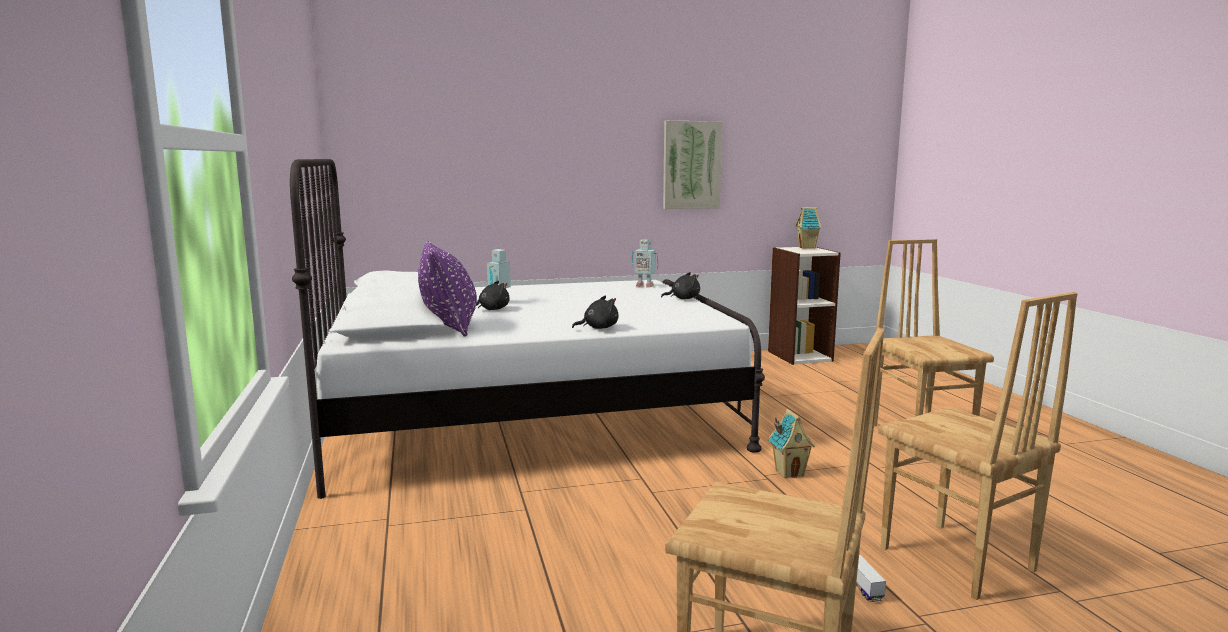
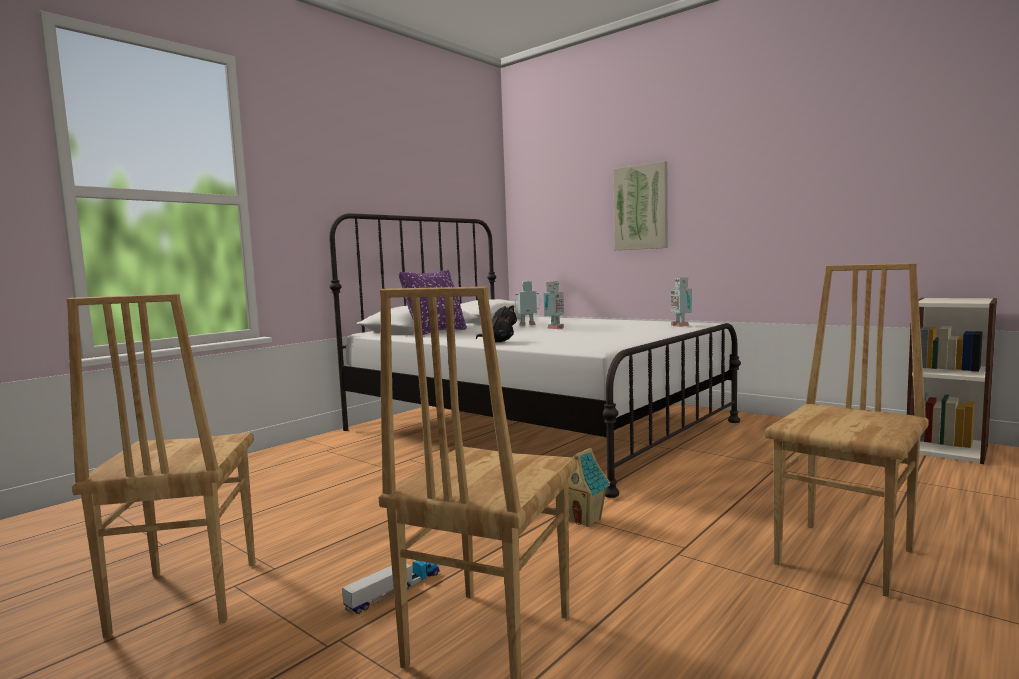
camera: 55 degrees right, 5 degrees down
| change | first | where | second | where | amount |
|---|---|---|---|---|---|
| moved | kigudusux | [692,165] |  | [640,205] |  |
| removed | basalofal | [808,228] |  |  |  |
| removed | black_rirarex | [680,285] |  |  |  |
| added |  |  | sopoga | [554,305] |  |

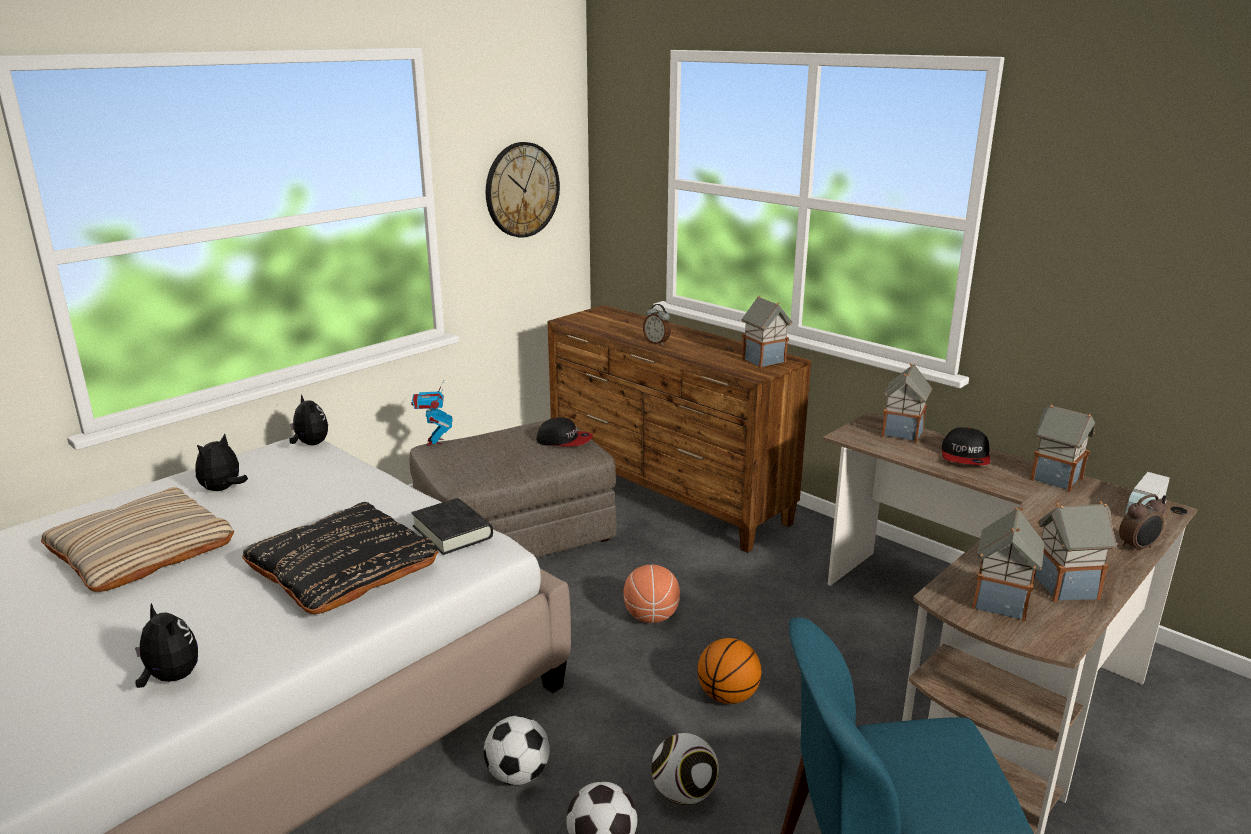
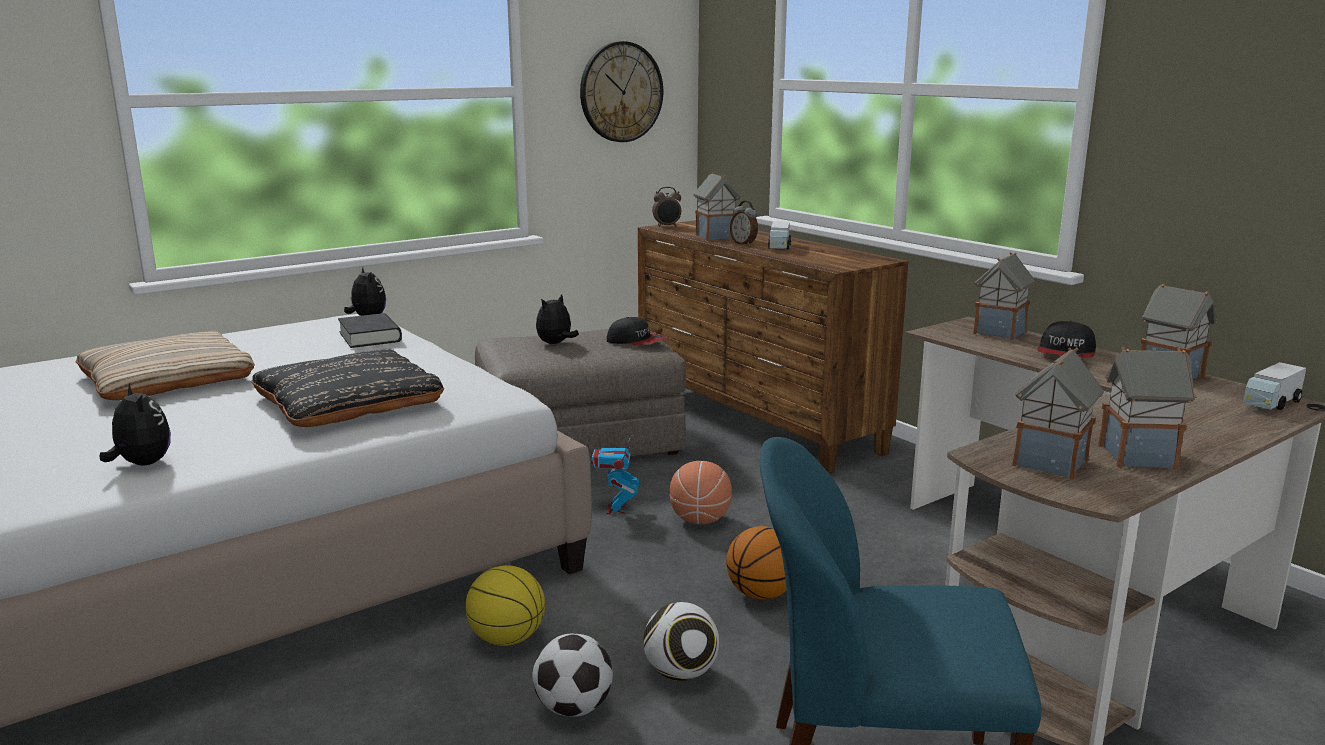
camera: 10 degrees right, 5 degrees down
| change | first | where | second | where | amount |
|---|---|---|---|---|---|
| moved | basalofal | [767,331] |  | [717,206] |  |
| moved | sopoga | [432,413] |  | [615,475] |  |
| moved | rirarex | [221,462] |  | [557,319] |  |
| moved | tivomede | [1142,523] |  | [666,207] |  |
| moved | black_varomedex | [452,526] |  | [370,330] |  |
| replaced | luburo | [517,750] | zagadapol | [505,605] |  |
| added |  |  | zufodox | [779,235] |  |

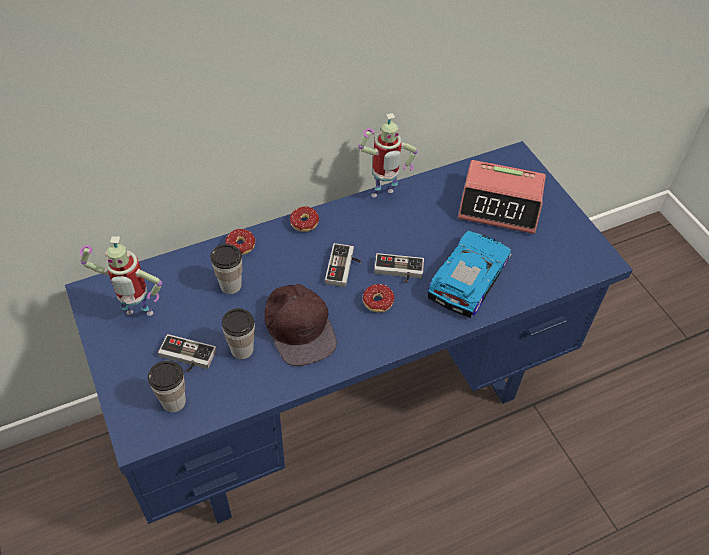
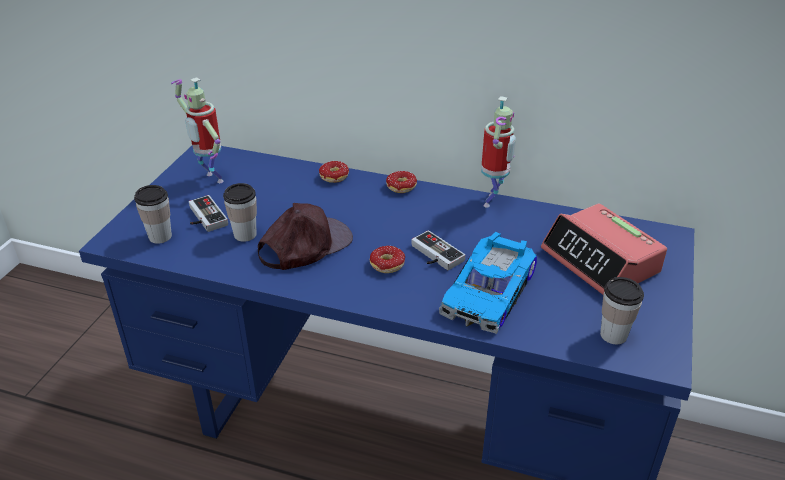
camera: 45 degrees right, 15 degrees down
| change | first | where | second | where | amount |
|---|---|---|---|---|---|
| turned | sopoga | [388,155] |  | [498,151] | 90 degrees counterclockwise |
| turned | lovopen | [469,274] |  | [488,283] | 135 degrees clockwise |
| removed | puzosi | [343,265] |  |  |  |
| moved | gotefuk | [226,269] |  | [622,310] |  |
| turned | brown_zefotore | [301,325] |  | [305,236] | 150 degrees counterclockwise |

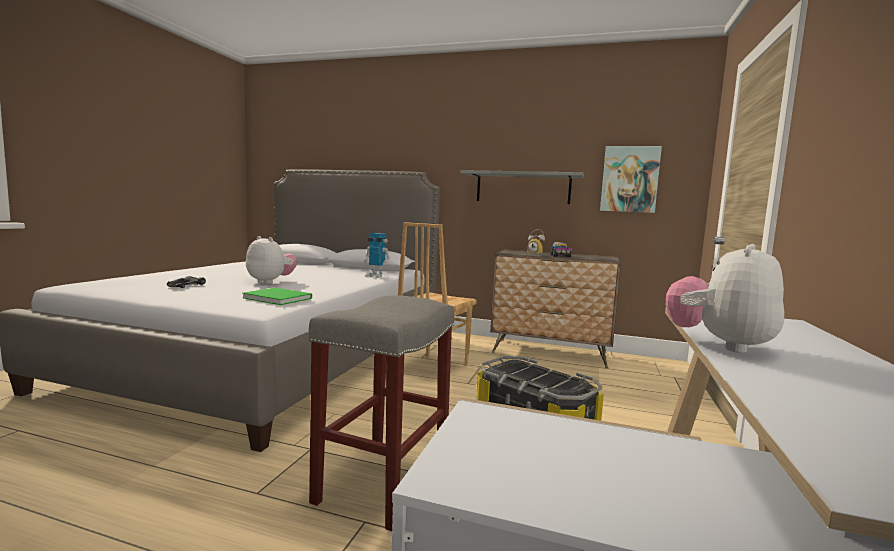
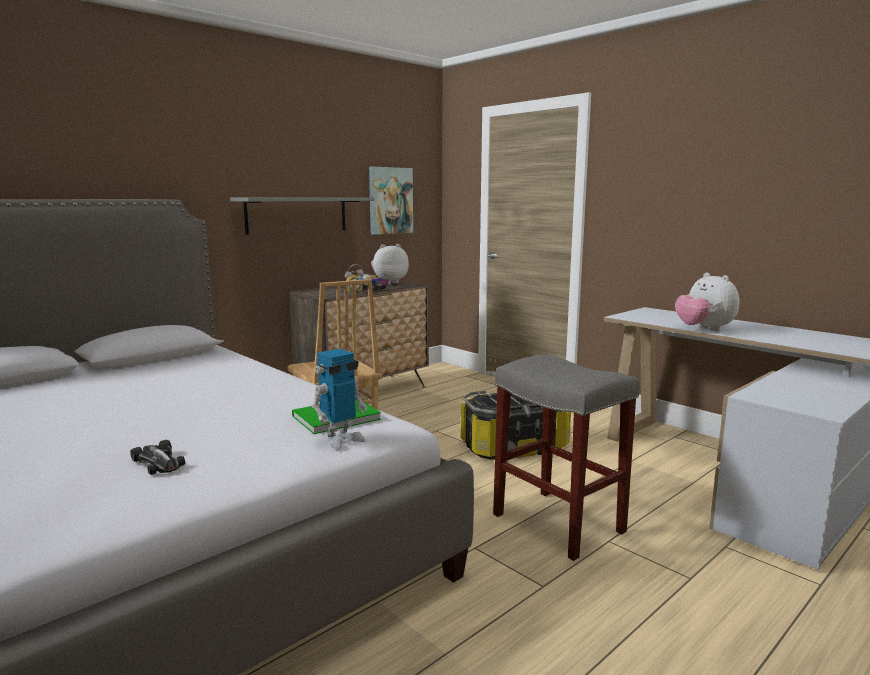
camera: 60 degrees left, 5 degrees up
| change | first | where | second | where | amount |
|---|---|---|---|---|---|
| moved | sopoga | [376,255] |  | [339,399] |  |
| moved | rirarex | [271,260] |  | [390,264] |  |

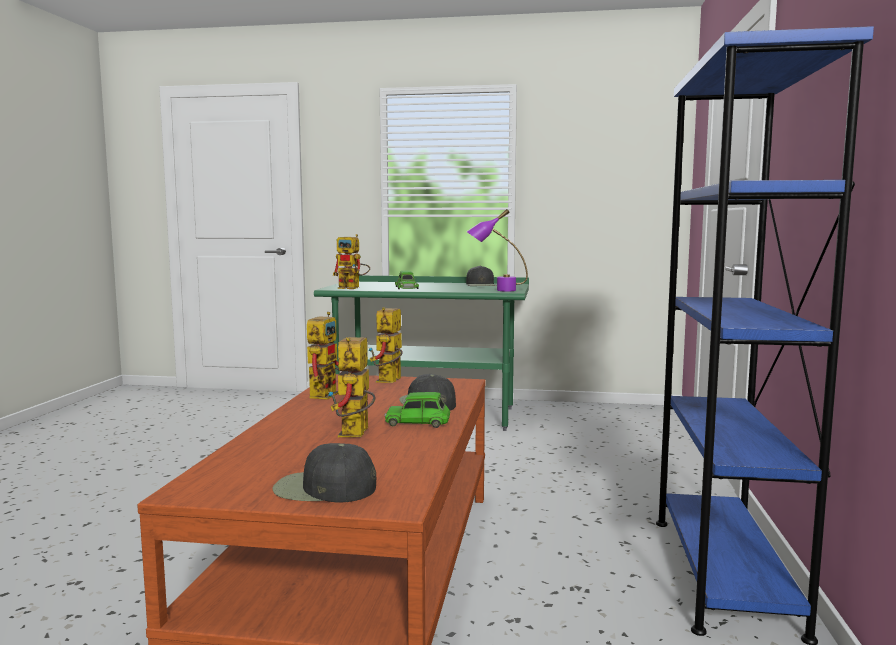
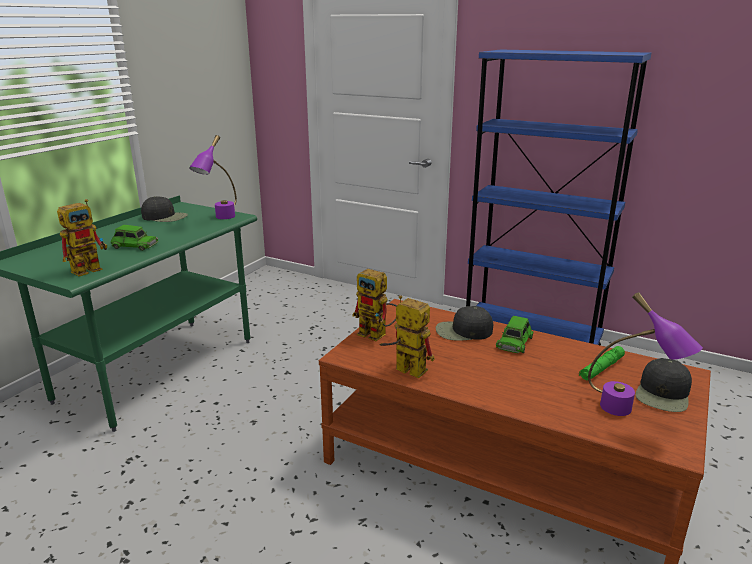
camera: 70 degrees left, 15 degrees up
| change | first | where | second | where | amount |
|---|---|---|---|---|---|
| removed | sopoga | [352,387] |  |  |  |
| added |  |  | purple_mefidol | [645,354] |  |
| added |  |  | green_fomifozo | [602,363] |  |

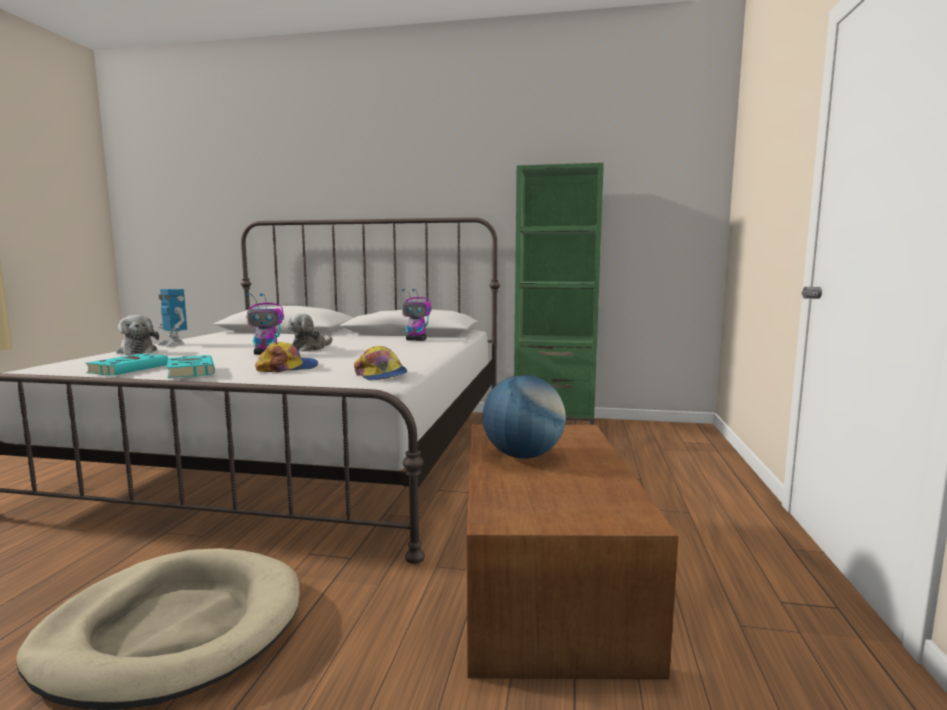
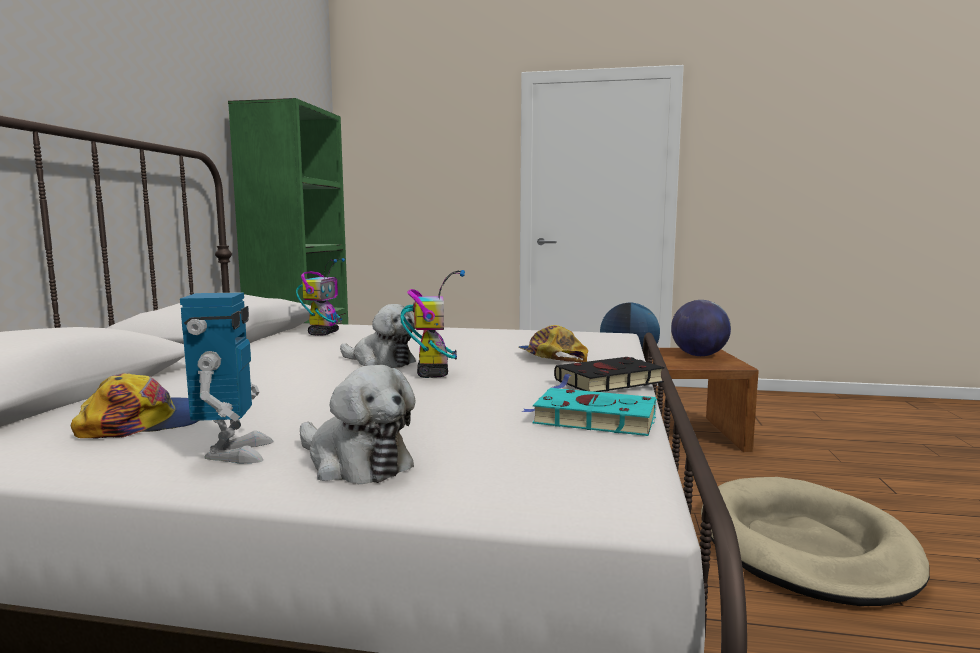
camera: 90 degrees left, 0 degrees up
| change | first | where | second | where | amount |
|---|---|---|---|---|---|
| turned | sopoga | [172,318] |  | [227,378] | 45 degrees counterclockwise |
| turned | rirarex | [137,335] |  | [357,424] | 75 degrees clockwise |
| moved | zefotore | [381,363] |  | [134,405] |  |
| recoloured | turquoise_varomedex | [190,366] | black_varomedex | [608,374] |  |
| added |  |  | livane | [701,328] |  |

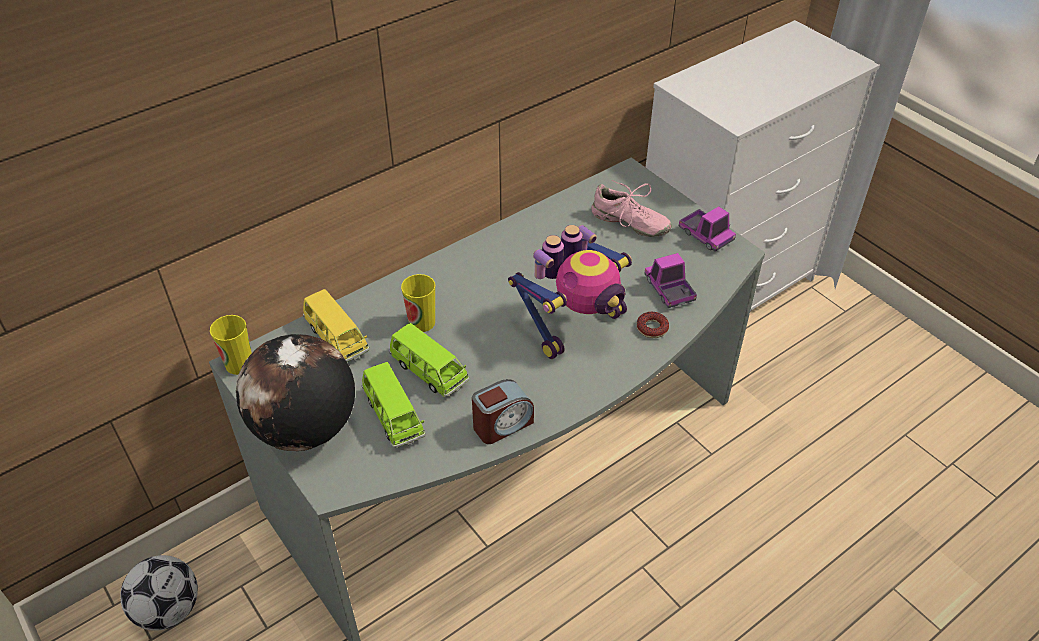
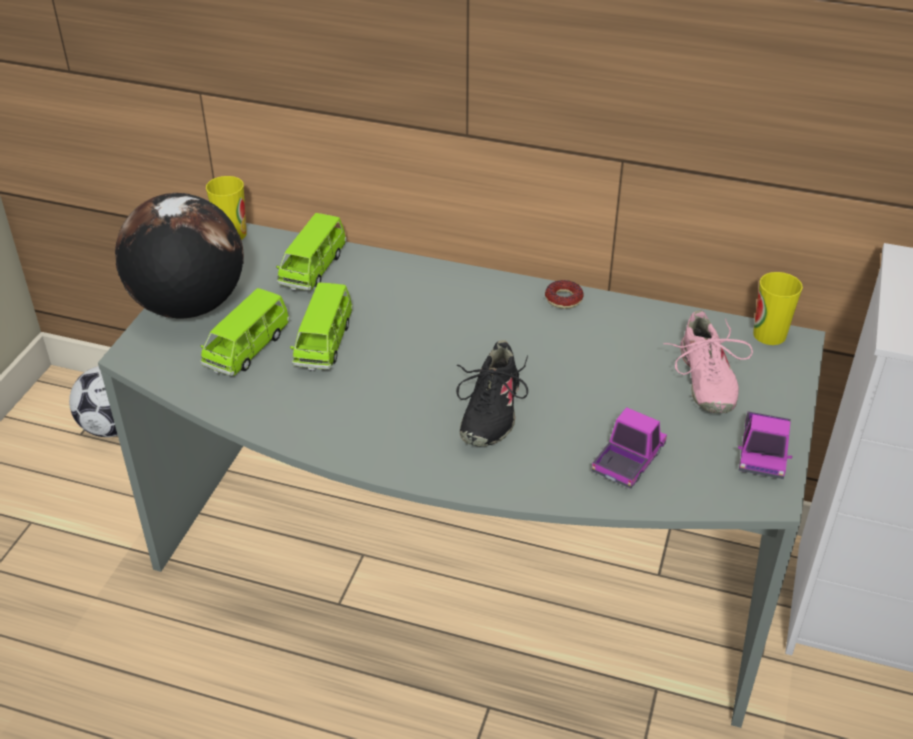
camera: 55 degrees right, 5 degrees down
| change | first | where | second | where | amount |
|---|---|---|---|---|---|
| replaced | sopoga | [570,292] | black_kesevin | [492,393] |  |
| moved | gotefuk | [418,303] |  | [778,308] |  |
| recoloured | yellow_lovopen | [336,325] | green_lovopen | [311,252] |  |
| moved | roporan | [653,324] |  | [564,294] |  |
| removed | tivomede | [503,411] |  |  |  |

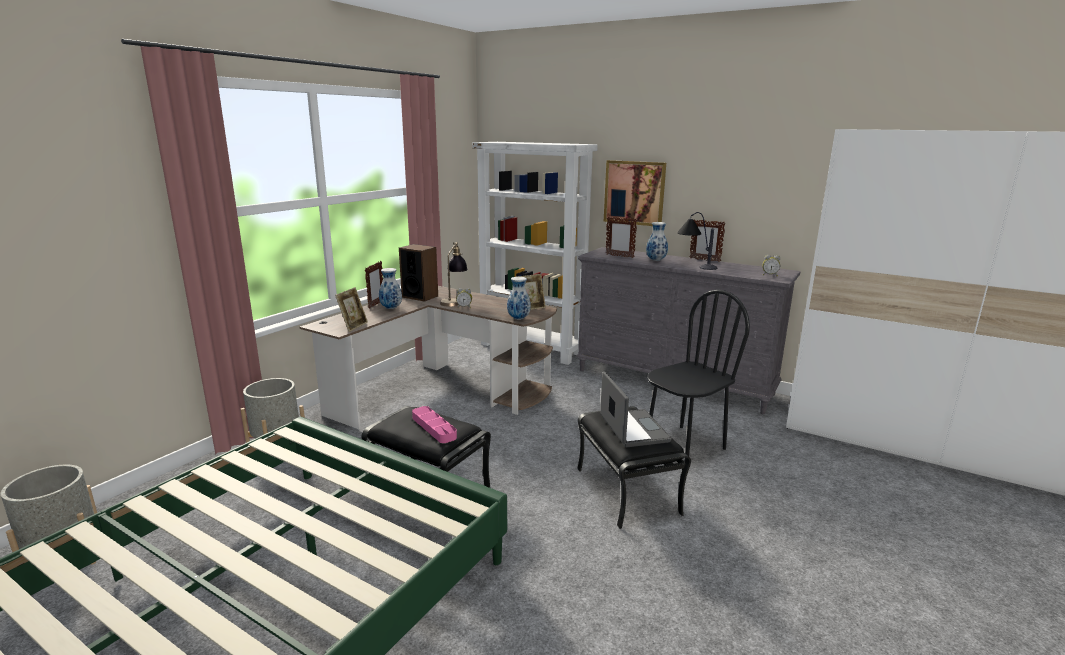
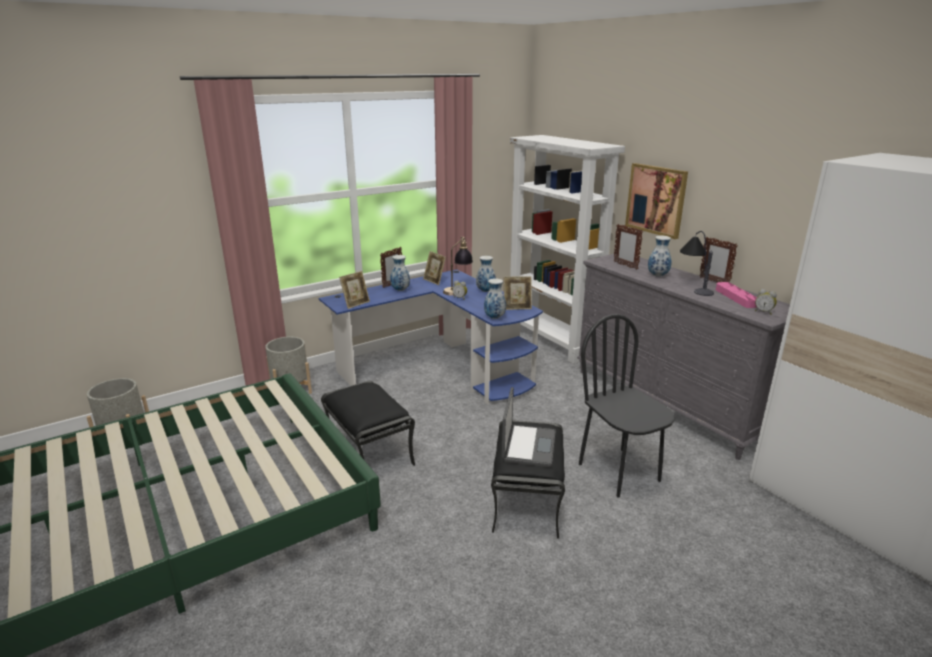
camera: 25 degrees right, 5 degrees up
| change | first | where | second | where | amount |
|---|---|---|---|---|---|
| replaced | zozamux | [418,273] | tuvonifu | [434,268] |  |
| recoloured | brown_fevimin | [428,357] | blue_fevimin | [430,336] |  |
| turned | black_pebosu | [699,374] |  | [627,406] | 105 degrees counterclockwise |
| moved | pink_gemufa | [434,424] |  | [736,295] |  |
| added |  |  | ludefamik | [486,274] |  |

